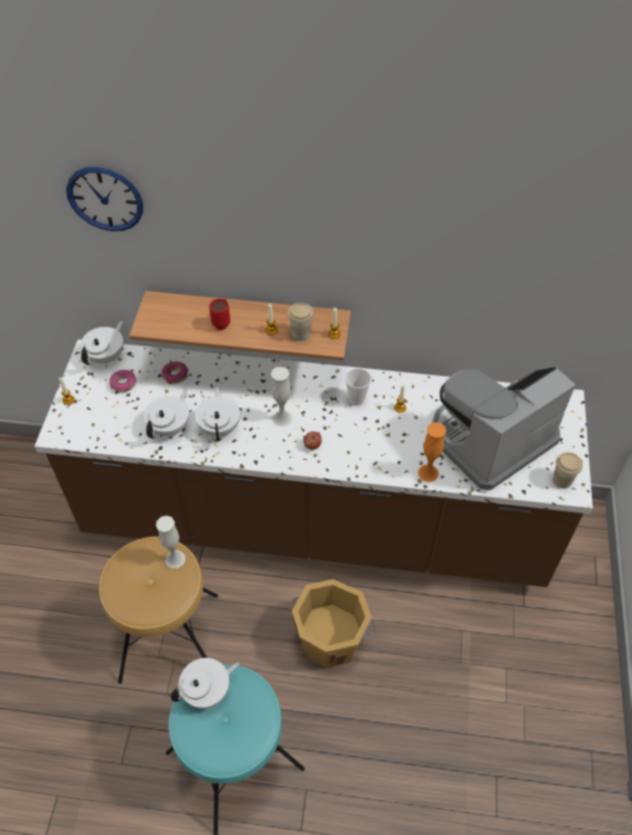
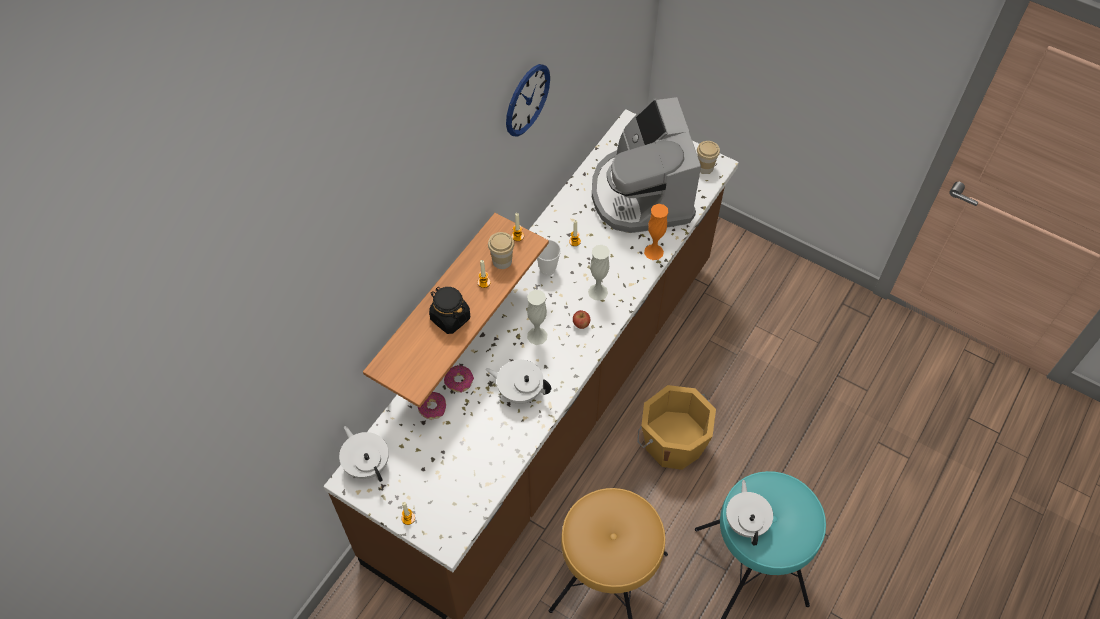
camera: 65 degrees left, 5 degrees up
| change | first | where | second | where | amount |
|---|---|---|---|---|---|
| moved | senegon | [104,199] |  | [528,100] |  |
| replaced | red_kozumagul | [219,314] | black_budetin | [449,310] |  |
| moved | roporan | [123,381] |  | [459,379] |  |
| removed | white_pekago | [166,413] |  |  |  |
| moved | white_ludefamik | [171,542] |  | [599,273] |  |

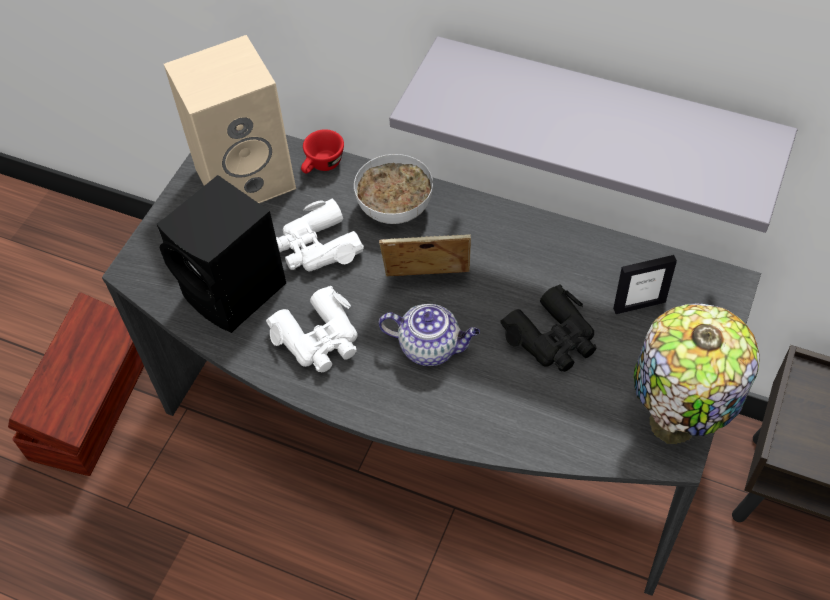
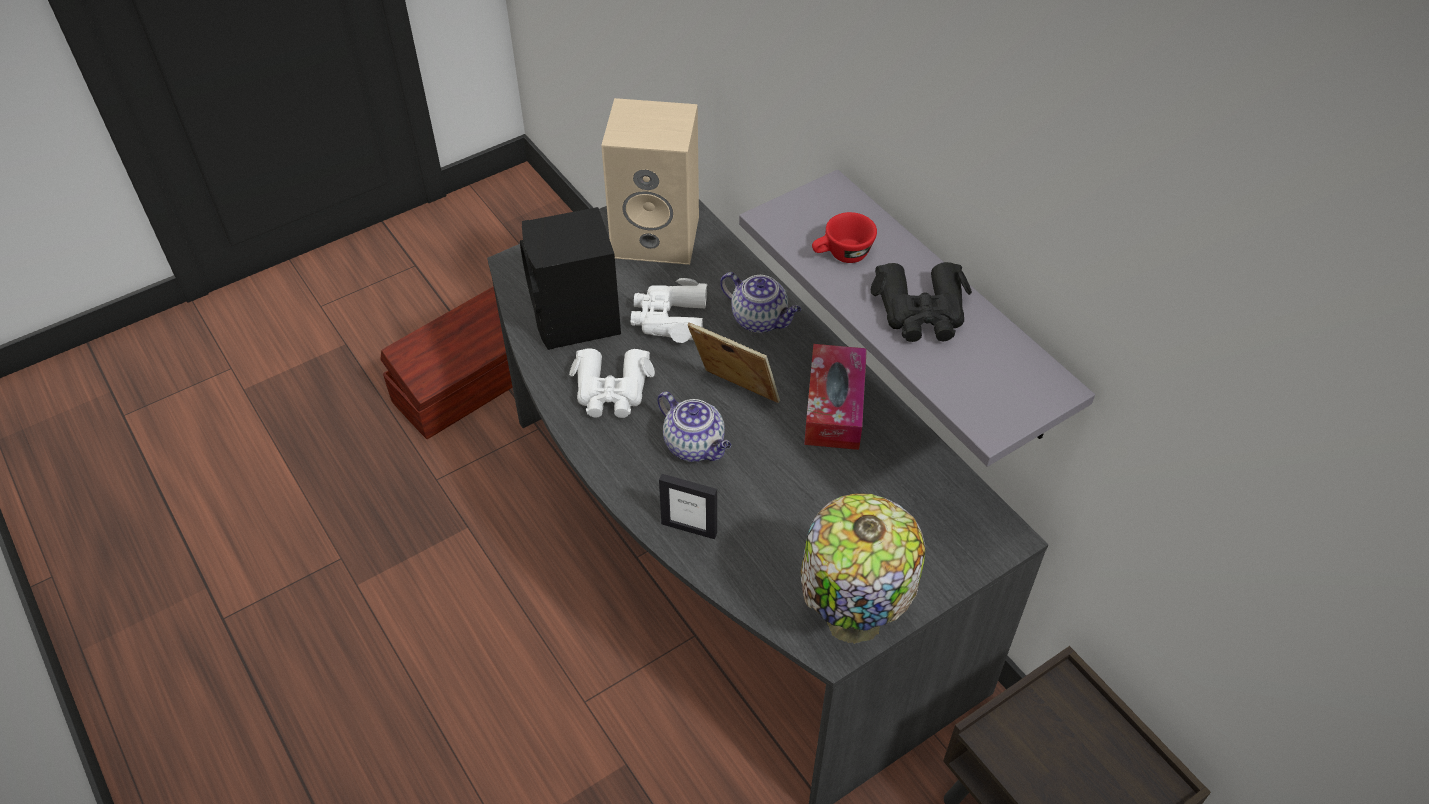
camera: 30 degrees right, 5 degrees down
| change | first | where | second | where | amount |
|---|---|---|---|---|---|
| moved | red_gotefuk | [322,151] |  | [844,237] |  |
| replaced | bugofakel | [393,189] | pekago | [760,302] |  |
| moved | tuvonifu | [645,284] |  | [688,506] |  |
| moved | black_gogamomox | [548,328] |  | [921,302] |  |
| added |  |  | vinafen | [835,397] |  |

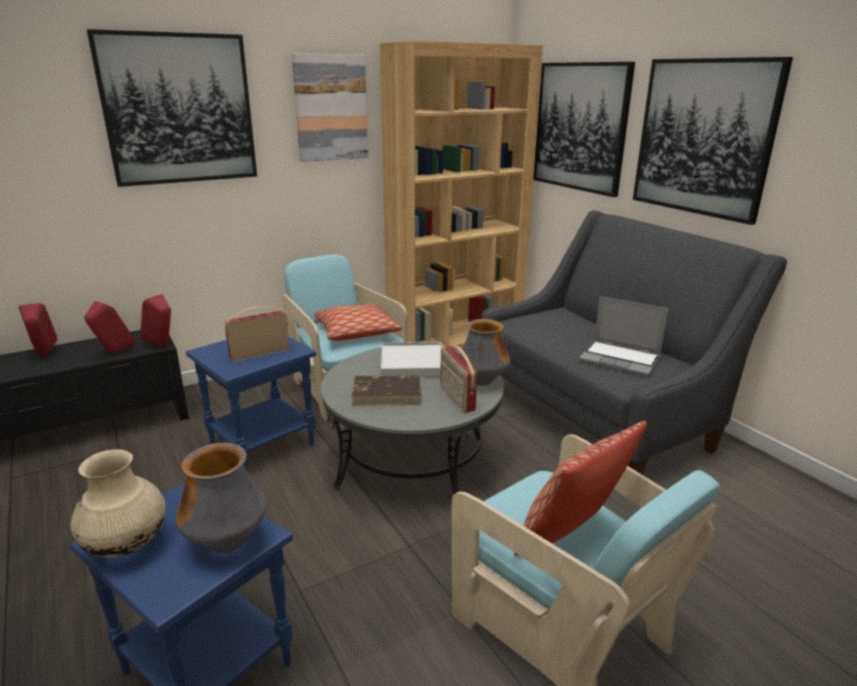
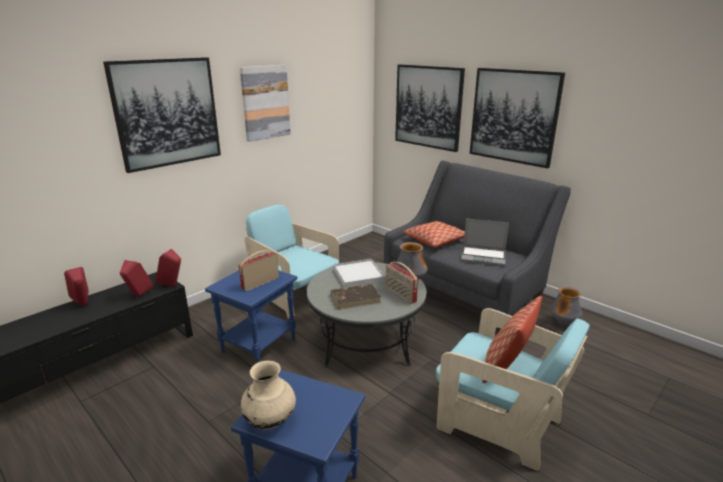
camera: 15 degrees left, 0 degrees up
| change | first | where | second | where | amount |
|---|---|---|---|---|---|
| removed | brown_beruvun | [461,196] |  |  |  |
| moved | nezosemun | [358,322] |  | [434,234] |  |
| moved | ludefamik | [221,498] |  | [565,306] |  |

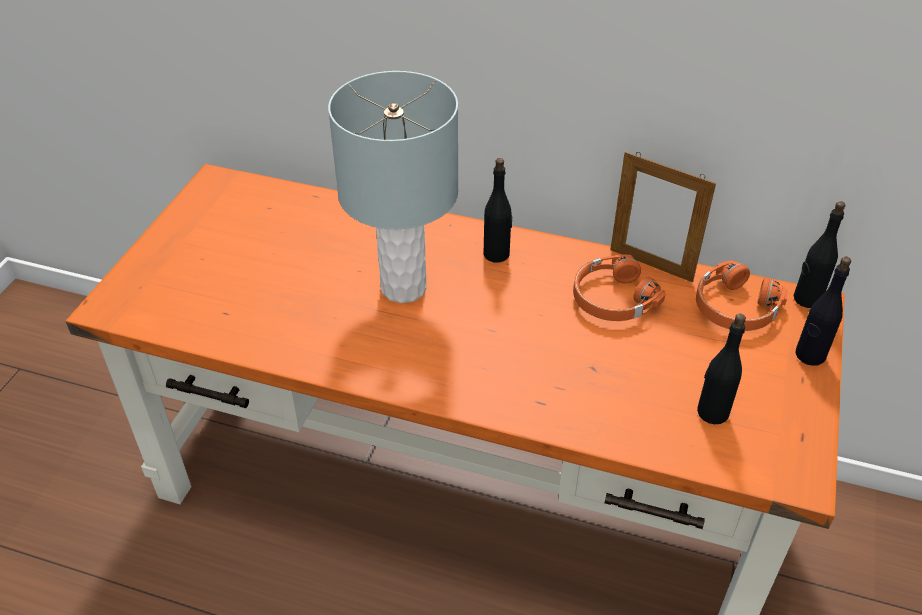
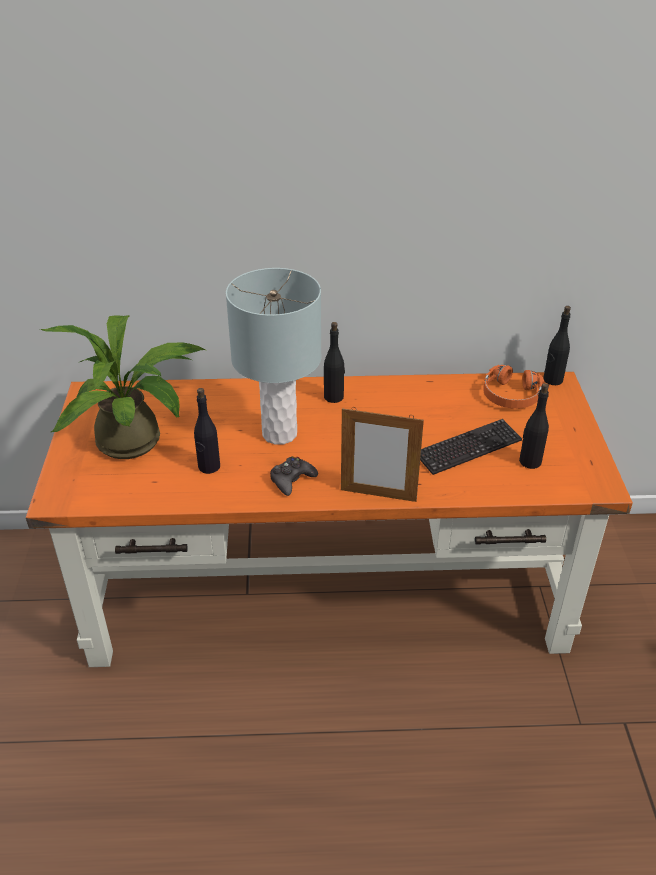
camera: 20 degrees left, 5 degrees down
| change | first | where | second | where | amount |
|---|---|---|---|---|---|
| moved | tuvonifu | [663,217] |  | [382,454] |  |
| removed | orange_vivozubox | [619,287] |  |  |  |
| moved | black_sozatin | [823,311] |  | [207,431] |  |
| added |  |  | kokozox | [122,387] |  |
| added |  |  | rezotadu | [471,447] |  |
| added |  |  | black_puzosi | [294,476] |  |

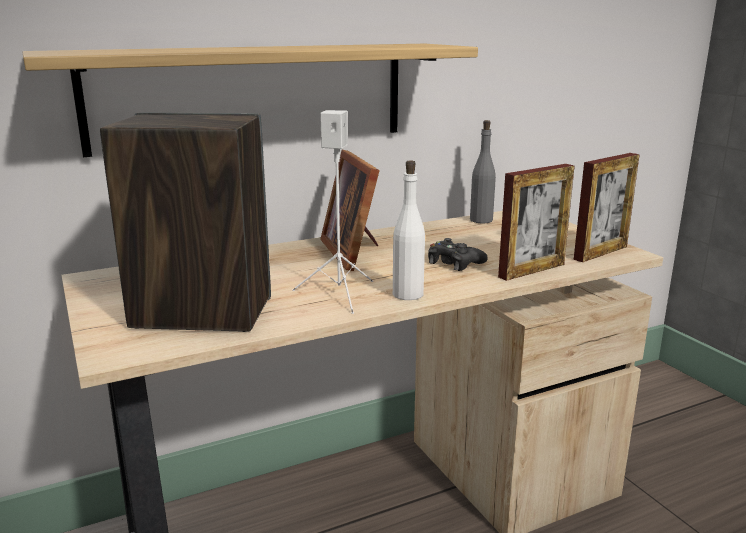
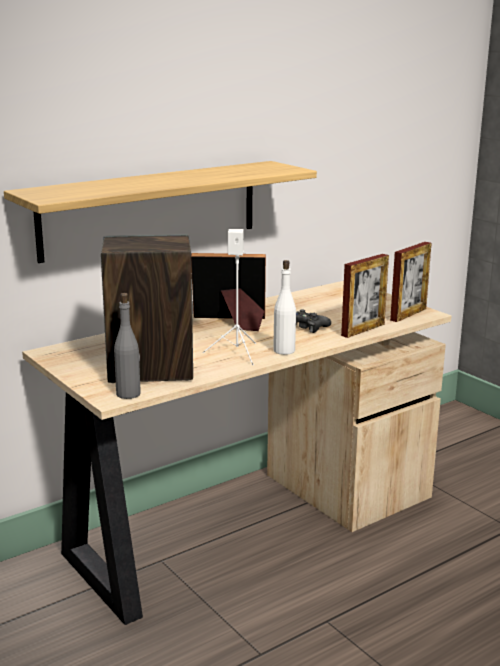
camera: 10 degrees left, 0 degrees up
| change | first | where | second | where | amount |
|---|---|---|---|---|---|
| moved | grey_sozatin | [483,171] |  | [127,346] |  |
| turned | tuvonifu | [350,210] |  | [228,292] | 120 degrees clockwise |

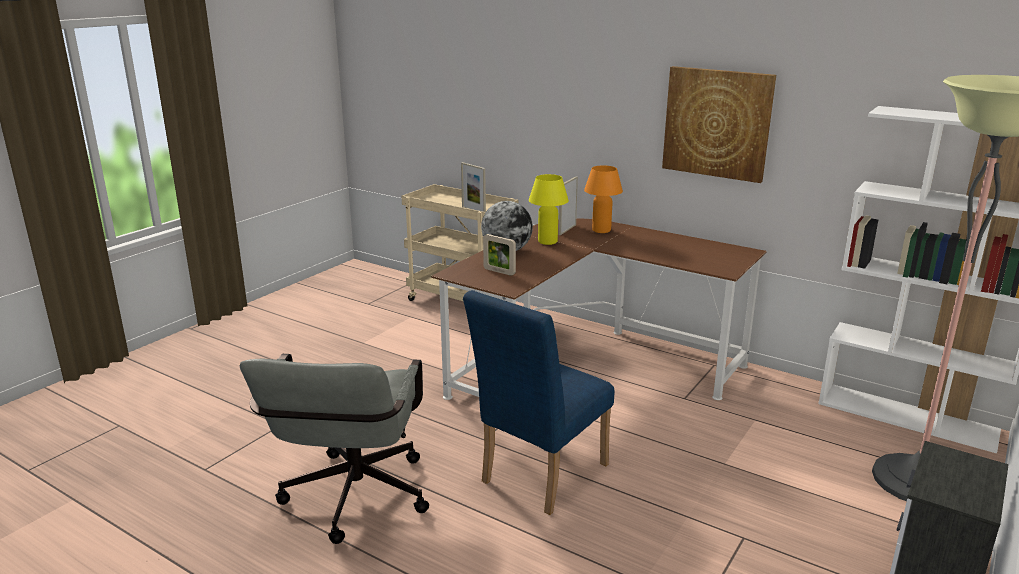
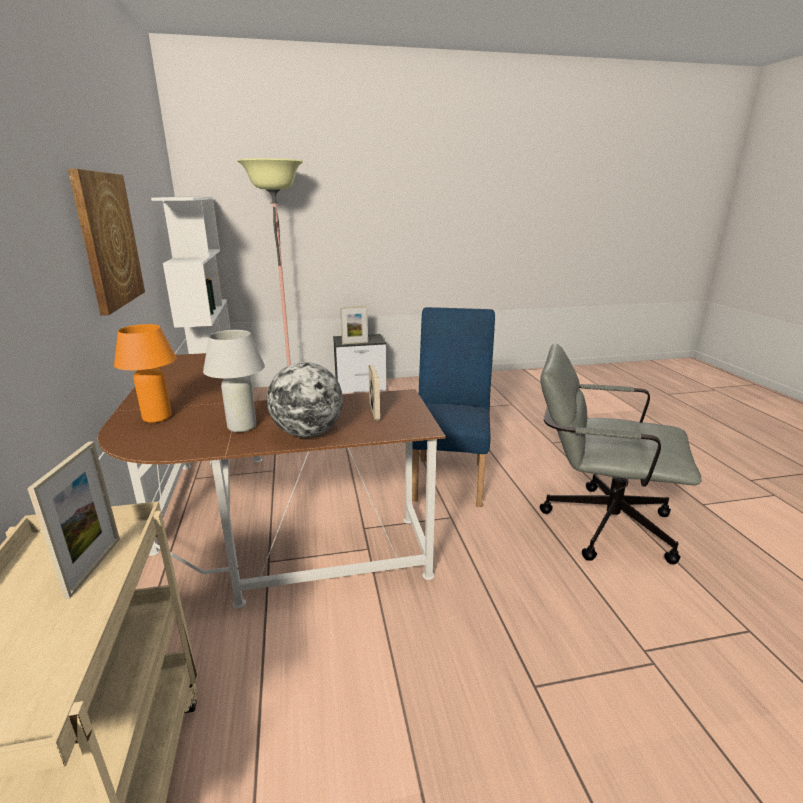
camera: 135 degrees left, 0 degrees up
| change | first | where | second | where | amount |
|---|---|---|---|---|---|
| recoloured | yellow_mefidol | [549,209] | white_mefidol | [234,381] |  |
| moved | tuvonifu | [568,205] |  | [354,325] |  |
| turned | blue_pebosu | [538,402] |  | [453,407] | 75 degrees counterclockwise |
| turned | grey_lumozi | [334,449] |  | [620,453] | 120 degrees counterclockwise |

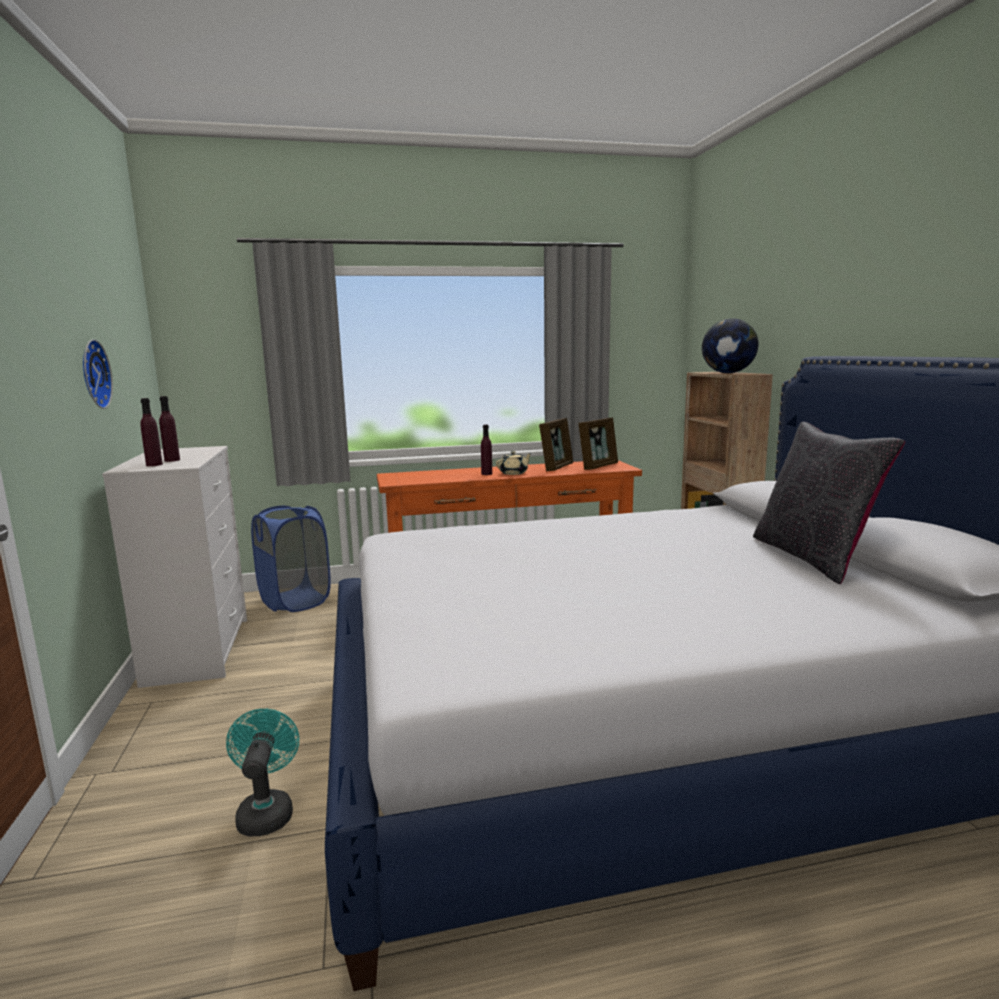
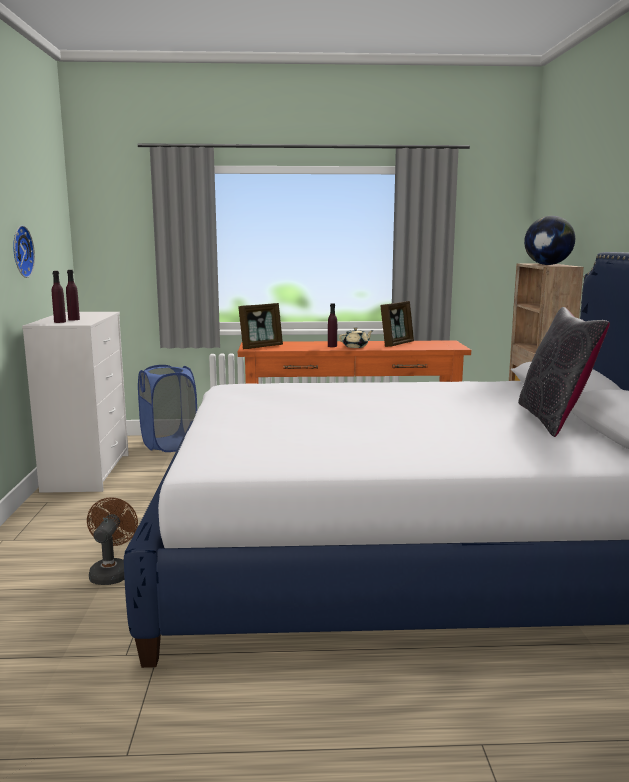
camera: 10 degrees right, 0 degrees up
| change | first | where | second | where | amount |
|---|---|---|---|---|---|
| moved | tuvonifu | [598,443] |  | [260,326] |  |
| recoloured | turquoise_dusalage | [262,772] | brown_dusalage | [112,541] |  |

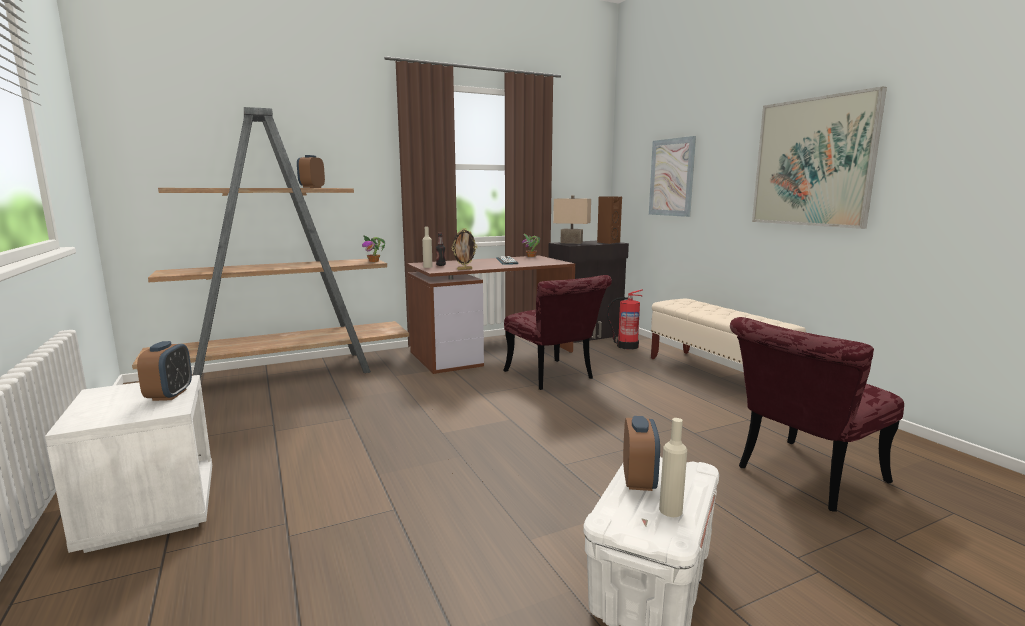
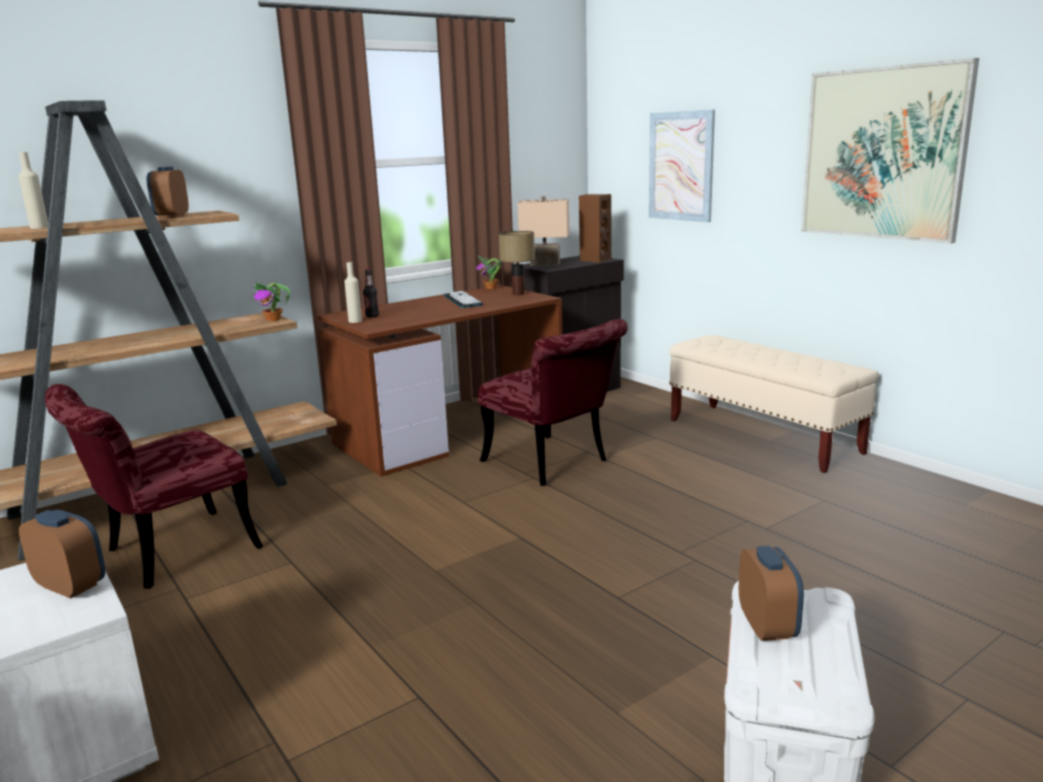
camera: 10 degrees left, 5 degrees up
| change | first | where | second | where | amount |
|---|---|---|---|---|---|
| removed | tuvonifu | [464,249] |  |  |  |
| removed | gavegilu | [625,319] |  |  |  |
| moved | red_pebosu | [817,414] |  | [154,486] |  |
| turned | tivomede | [164,371] |  | [62,554] | 45 degrees counterclockwise |
| moved | beige_sozatin | [673,467] |  | [33,190] |  |
| added |  |  | mefidol | [517,263] |  |

